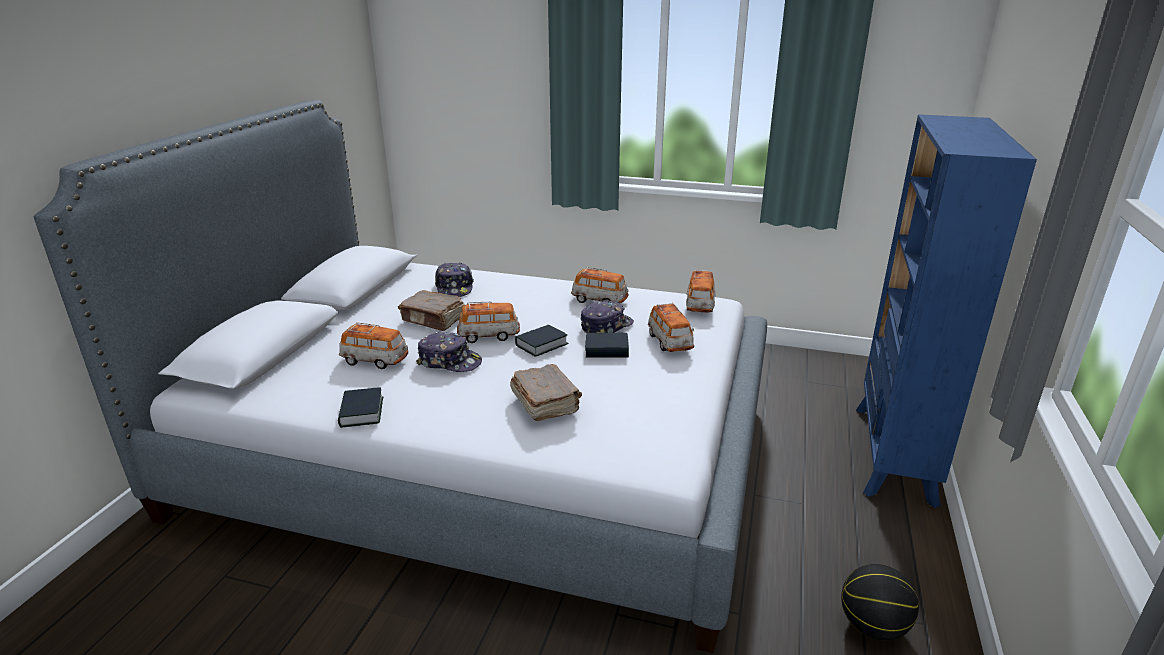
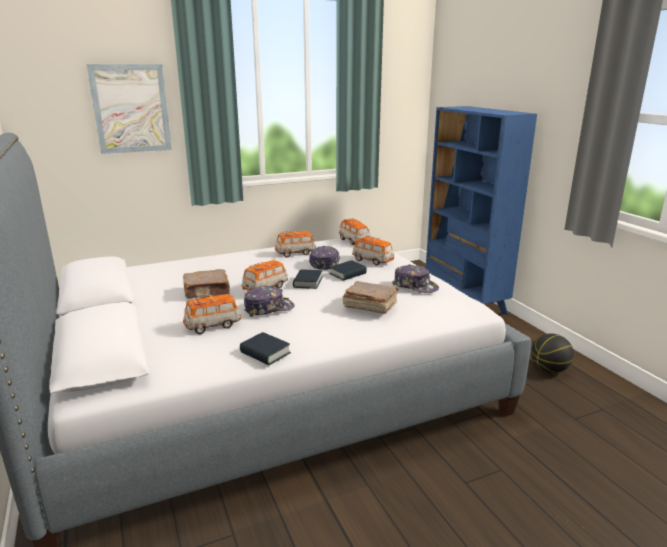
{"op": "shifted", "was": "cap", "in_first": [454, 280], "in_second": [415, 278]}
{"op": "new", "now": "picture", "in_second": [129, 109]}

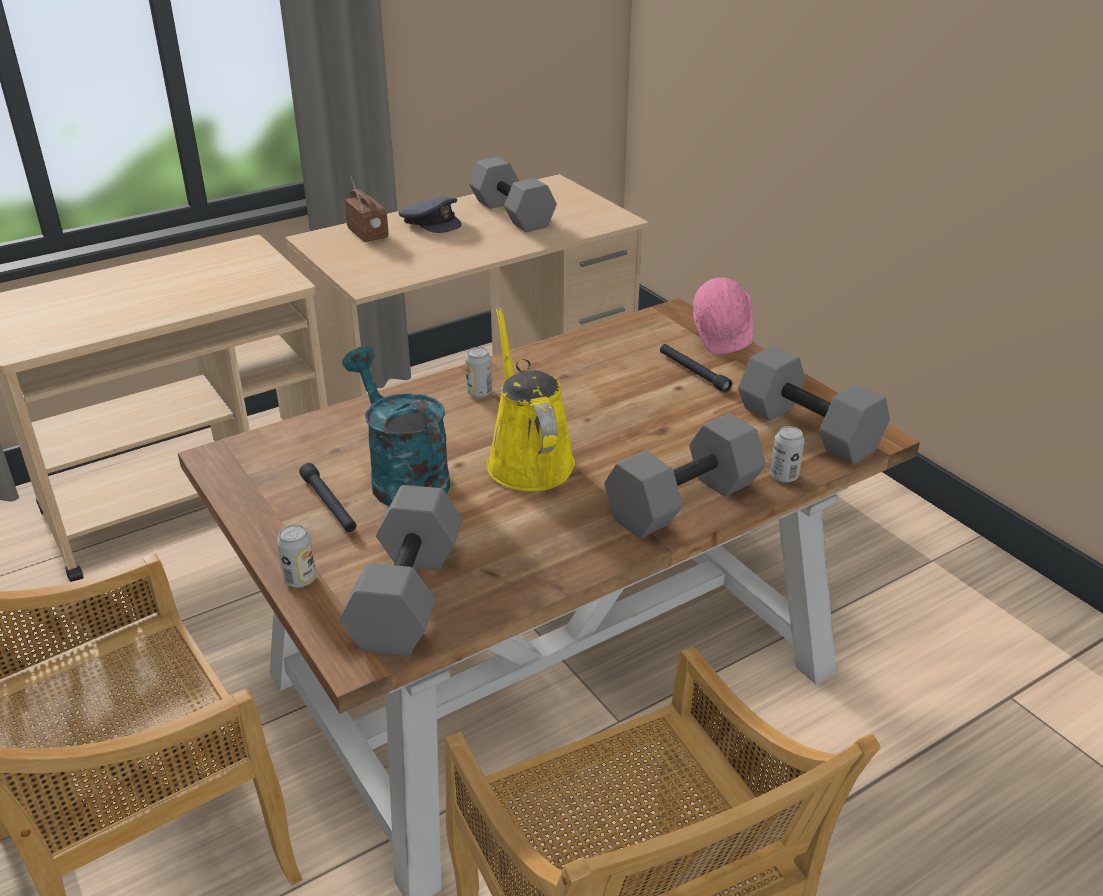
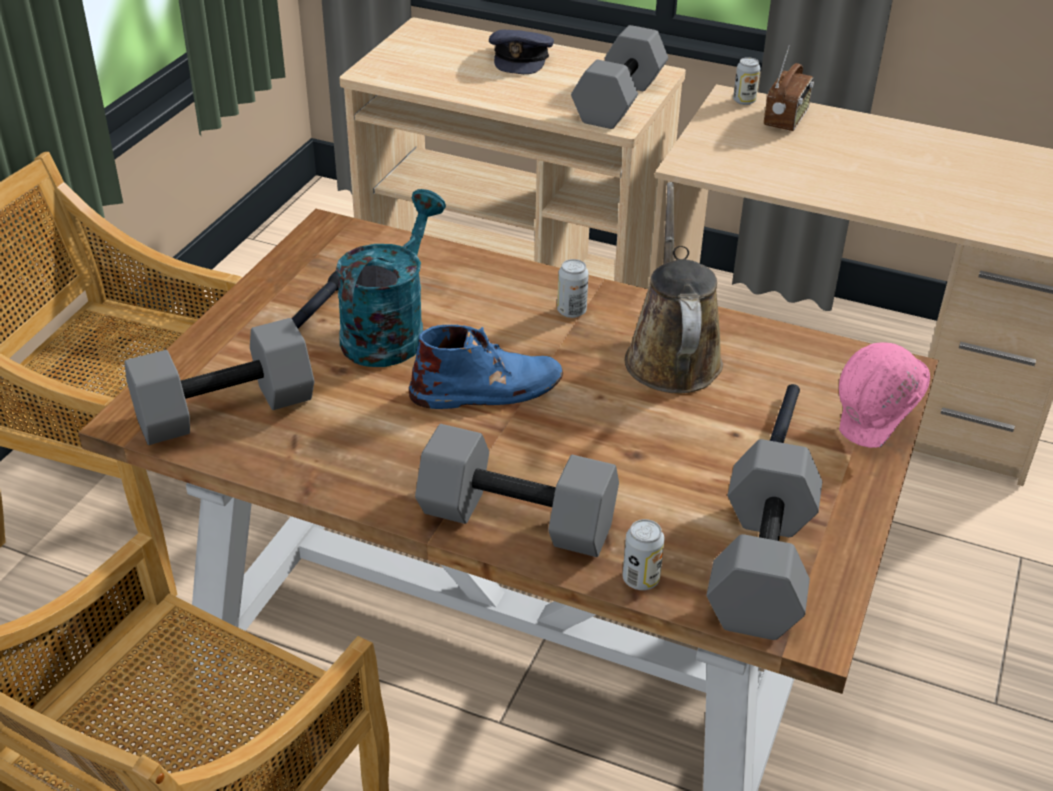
{"op": "shifted", "was": "metal can", "in_first": [296, 556], "in_second": [746, 81]}
{"op": "shifted", "was": "cap (gray)", "in_first": [430, 215], "in_second": [521, 52]}
{"op": "shifted", "was": "dumbbell (gray)", "in_first": [513, 194], "in_second": [619, 77]}
{"op": "swapped", "was": "watering pot (yellowish)", "now": "tall boot (blue)", "in_first": [531, 399], "in_second": [486, 367]}
{"op": "new", "now": "watering pot (brown)", "in_second": [674, 287]}

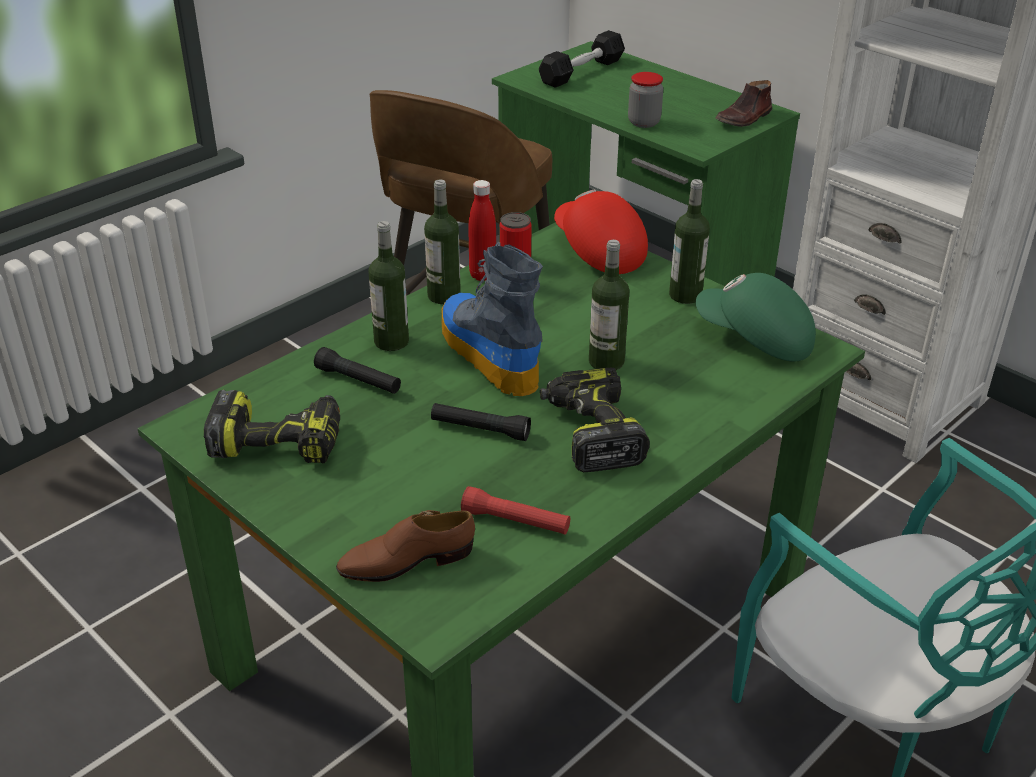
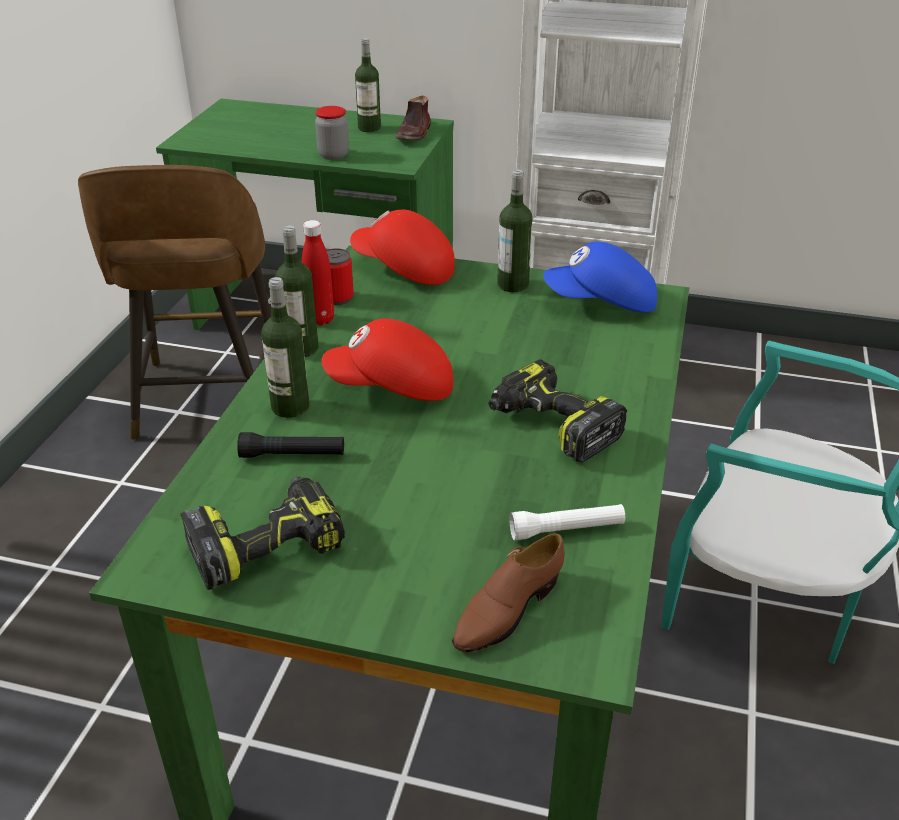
{"op": "gone", "was": "hand torch (black-coloured)", "in_first": [481, 422]}
{"op": "swapped", "was": "tall boot", "now": "cap (red-coloured)", "in_first": [492, 319], "in_second": [388, 359]}
{"op": "repainted", "was": "hand torch (red-coloured)", "now": "hand torch (white)", "in_first": [515, 510], "in_second": [567, 522]}
{"op": "gone", "was": "dumbbell (black-coloured)", "in_first": [582, 59]}
{"op": "shifted", "was": "beverage bottle", "in_first": [609, 305], "in_second": [368, 85]}
{"op": "repainted", "was": "cap (green-coloured)", "now": "cap (blue)", "in_first": [756, 317], "in_second": [600, 277]}

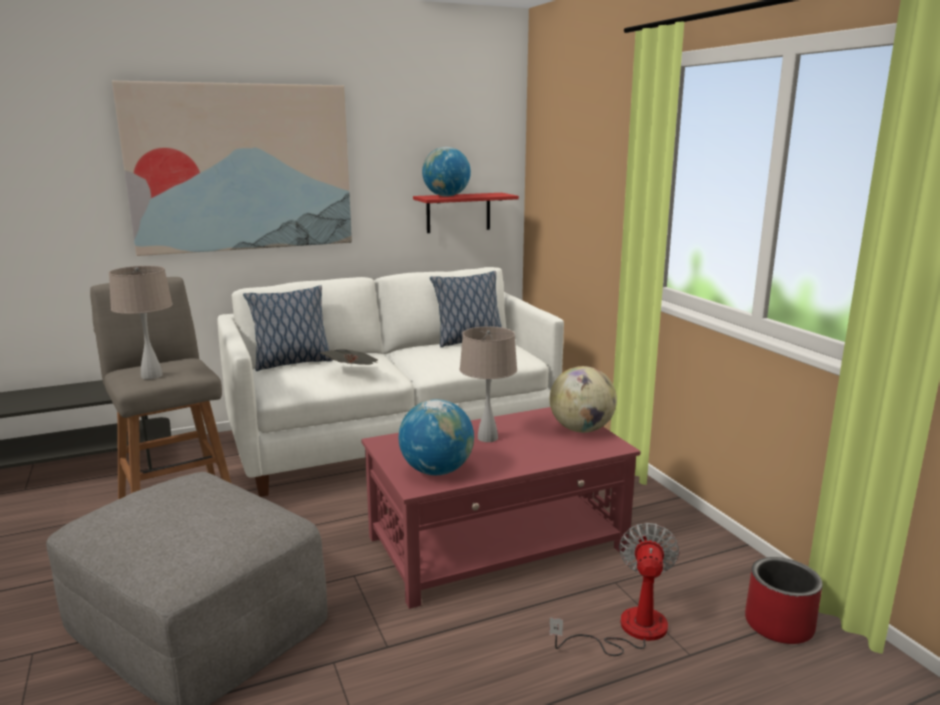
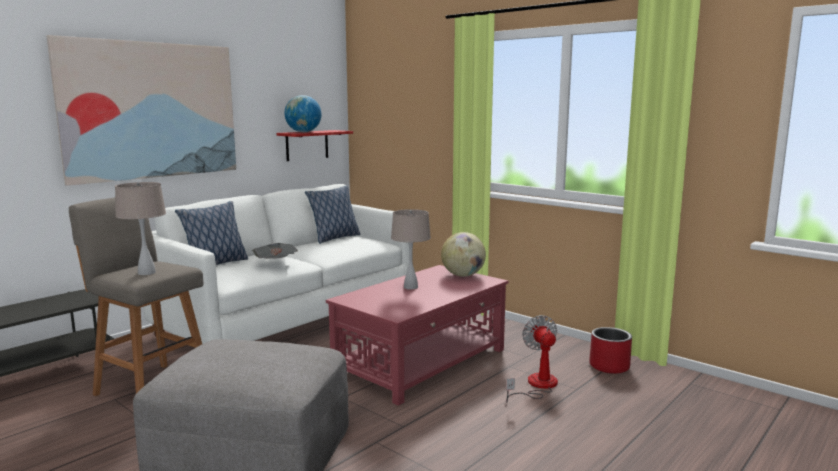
{"op": "gone", "was": "desk globe", "in_first": [436, 437]}

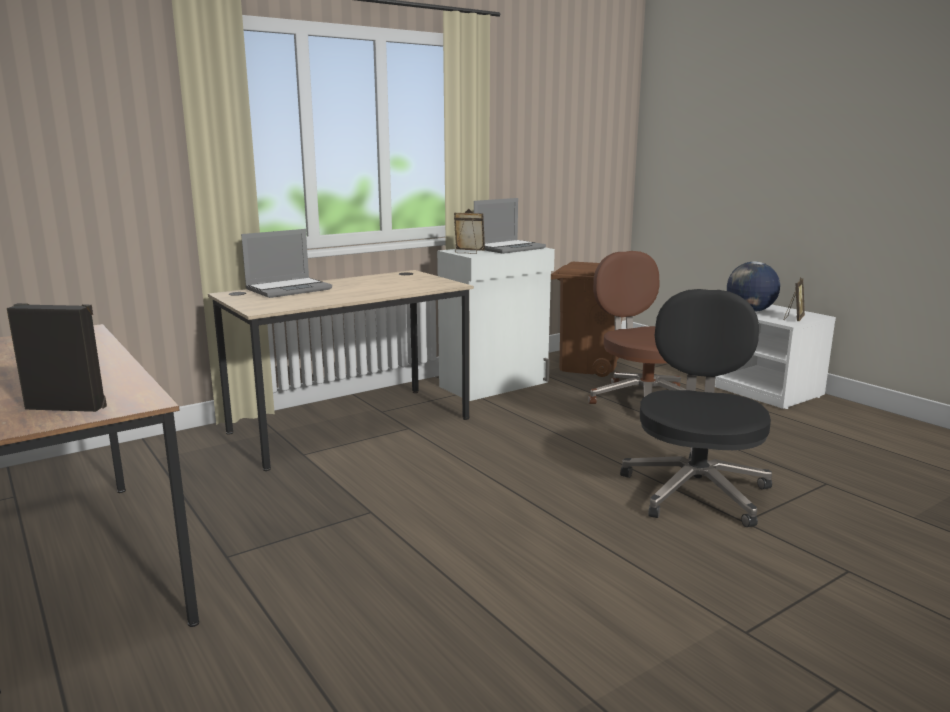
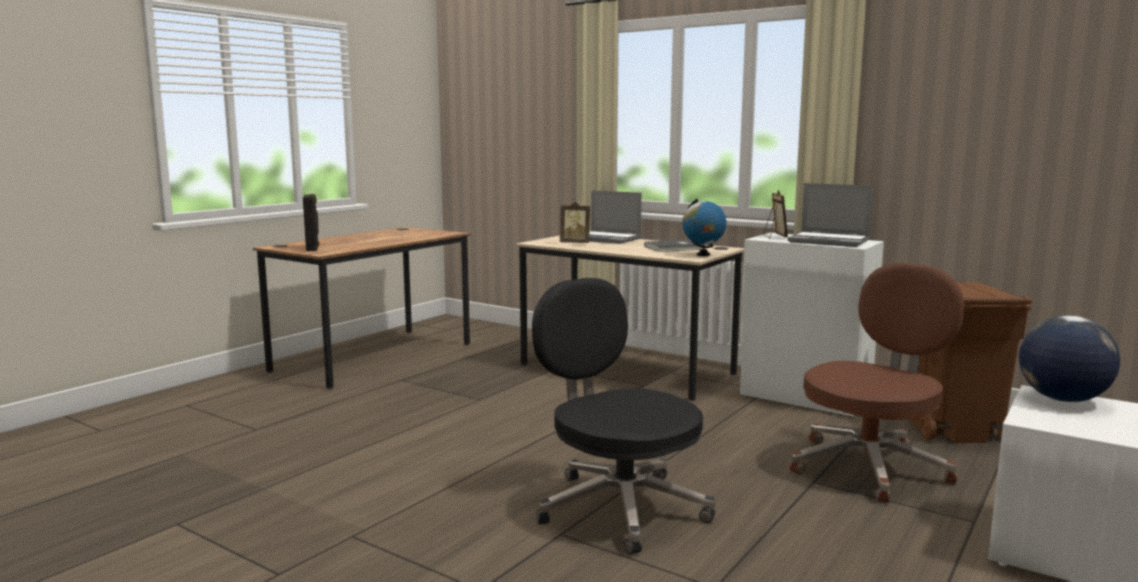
{"op": "rotated", "was": "desk chair (black-coloured)", "in_first": [696, 408], "in_second": [624, 416], "clockwise": -120}
{"op": "shifted", "was": "photo frame", "in_first": [794, 299], "in_second": [575, 222]}
{"op": "new", "now": "volume (gray)", "in_second": [673, 246]}
{"op": "new", "now": "desk globe", "in_second": [704, 227]}

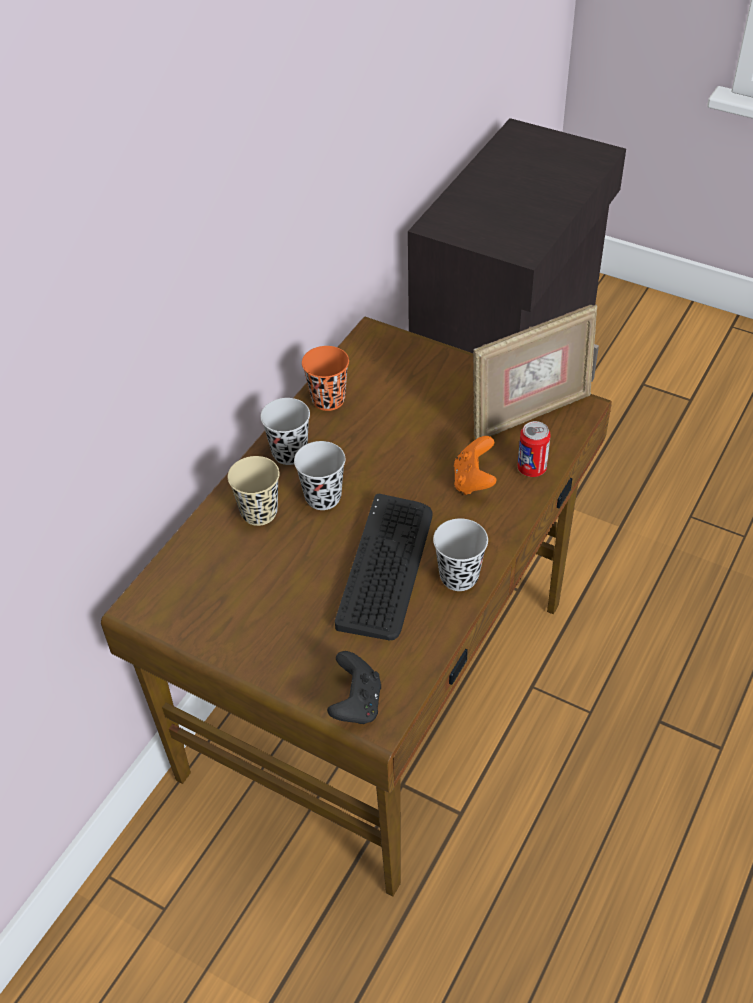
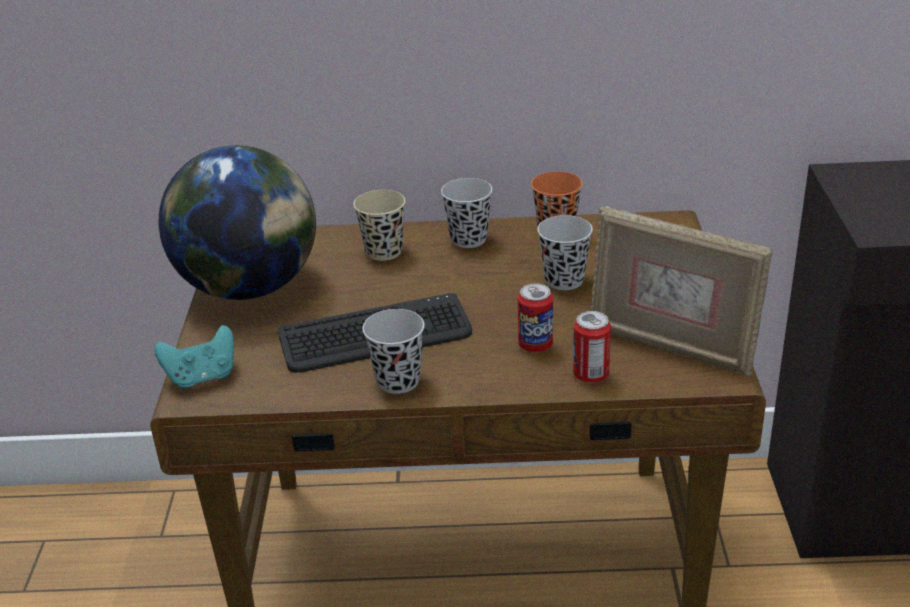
{"op": "shifted", "was": "cup (black-coloured)", "in_first": [319, 475], "in_second": [565, 252]}
{"op": "repainted", "was": "gamepad (black-coloured)", "now": "gamepad (turquoise)", "in_first": [354, 687], "in_second": [194, 357]}
{"op": "swapped", "was": "gamepad (orangey)", "now": "metal can", "in_first": [475, 465], "in_second": [535, 318]}
{"op": "new", "now": "desk globe", "in_second": [237, 222]}

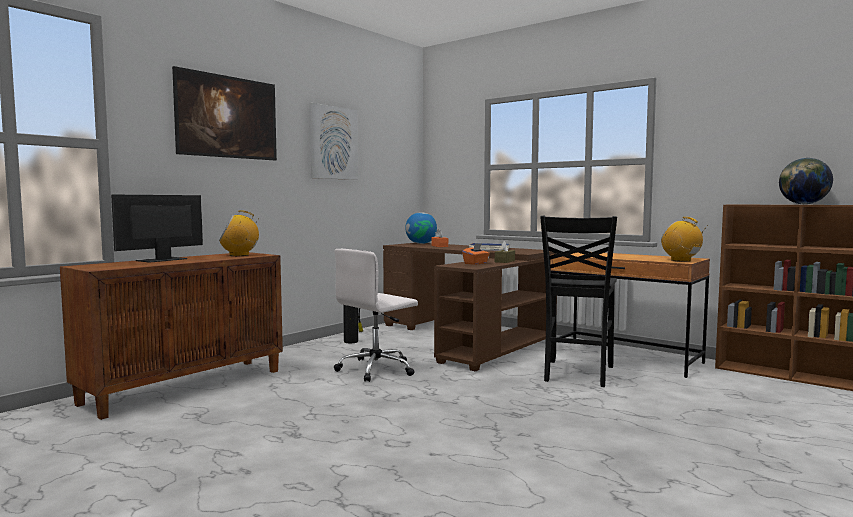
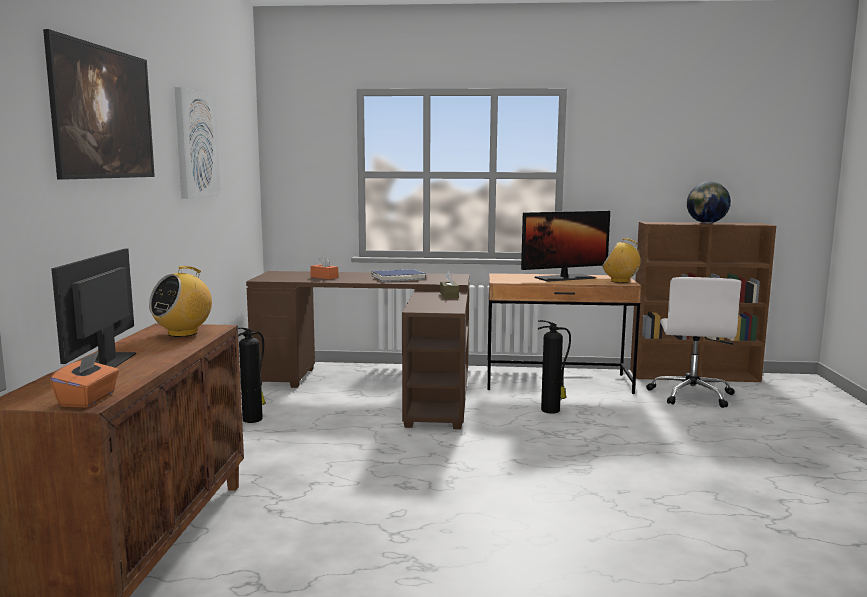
{"op": "shifted", "was": "desk chair (white)", "in_first": [376, 315], "in_second": [693, 342]}
{"op": "gone", "was": "desk globe", "in_first": [421, 228]}
{"op": "shifted", "was": "tissue holder (orangey)", "in_first": [476, 254], "in_second": [84, 379]}
{"op": "swapped", "was": "plain chair (black-coloured)", "now": "extinguisher", "in_first": [578, 301], "in_second": [554, 367]}
{"op": "new", "now": "monitor", "in_second": [565, 246]}

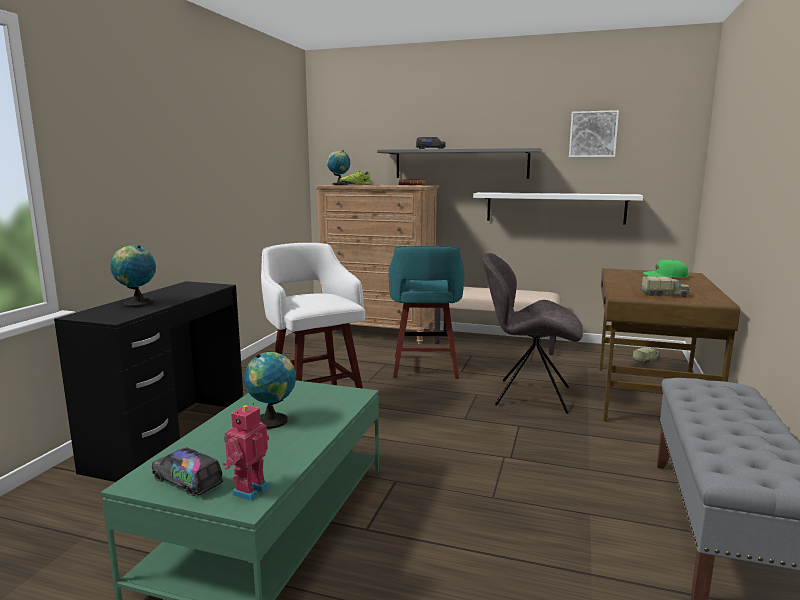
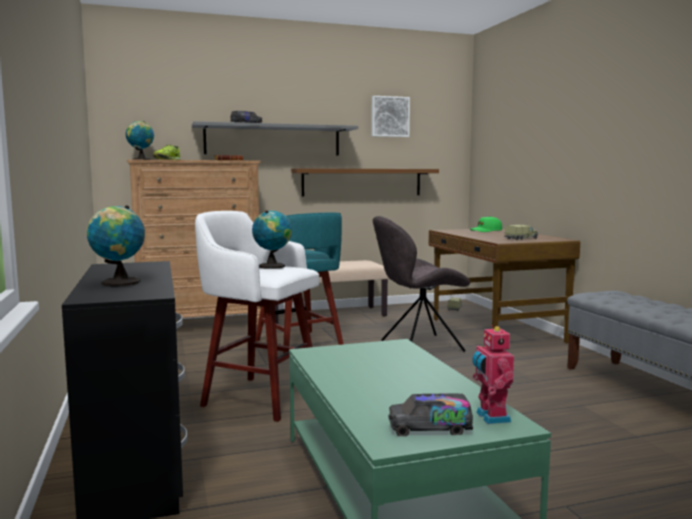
{"op": "shifted", "was": "desk globe", "in_first": [270, 390], "in_second": [272, 239]}
{"op": "repainted", "was": "bracket shelf (white)", "now": "bracket shelf (brown)", "in_first": [558, 208], "in_second": [365, 182]}

